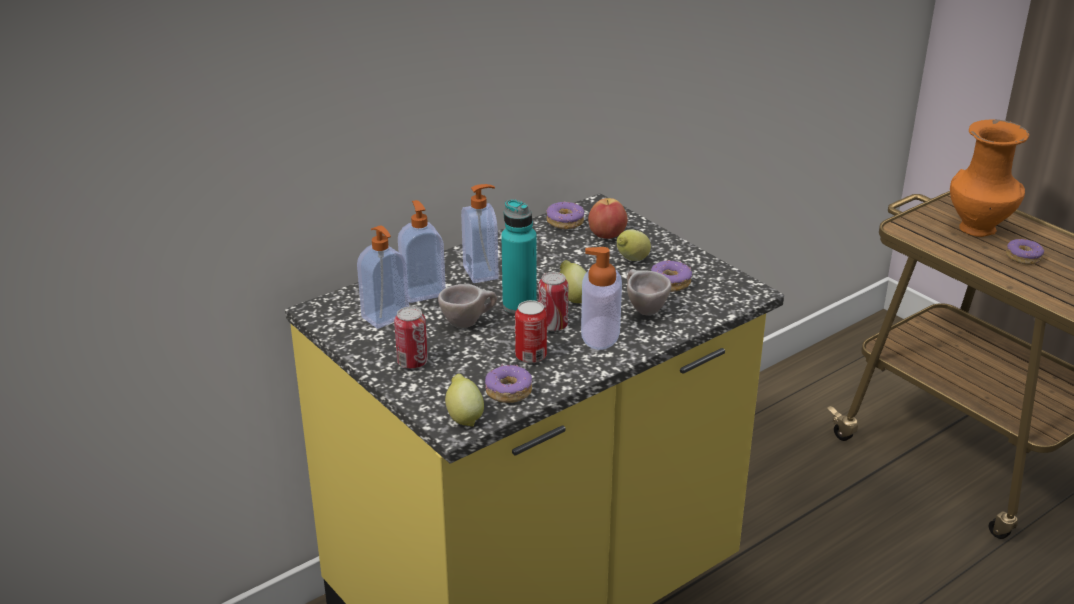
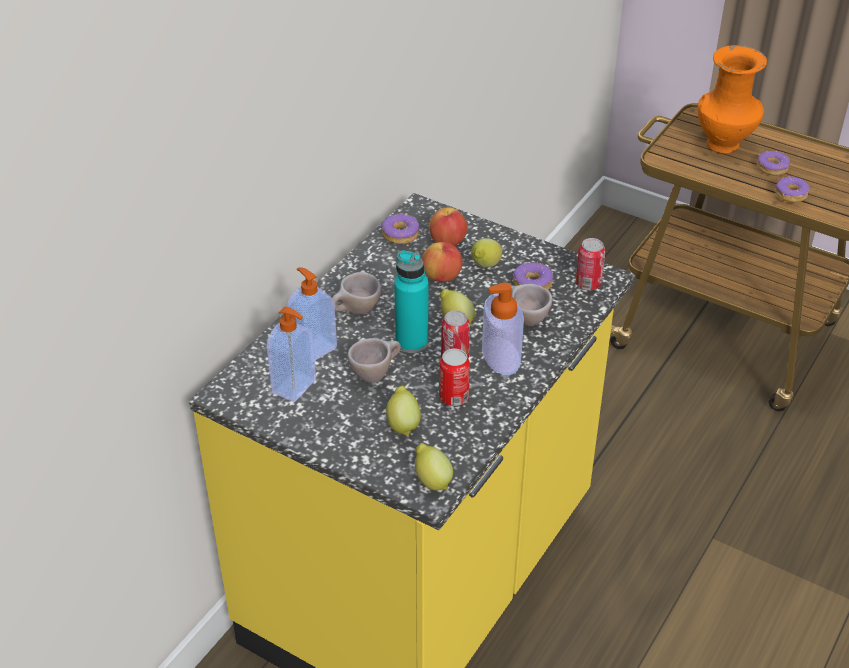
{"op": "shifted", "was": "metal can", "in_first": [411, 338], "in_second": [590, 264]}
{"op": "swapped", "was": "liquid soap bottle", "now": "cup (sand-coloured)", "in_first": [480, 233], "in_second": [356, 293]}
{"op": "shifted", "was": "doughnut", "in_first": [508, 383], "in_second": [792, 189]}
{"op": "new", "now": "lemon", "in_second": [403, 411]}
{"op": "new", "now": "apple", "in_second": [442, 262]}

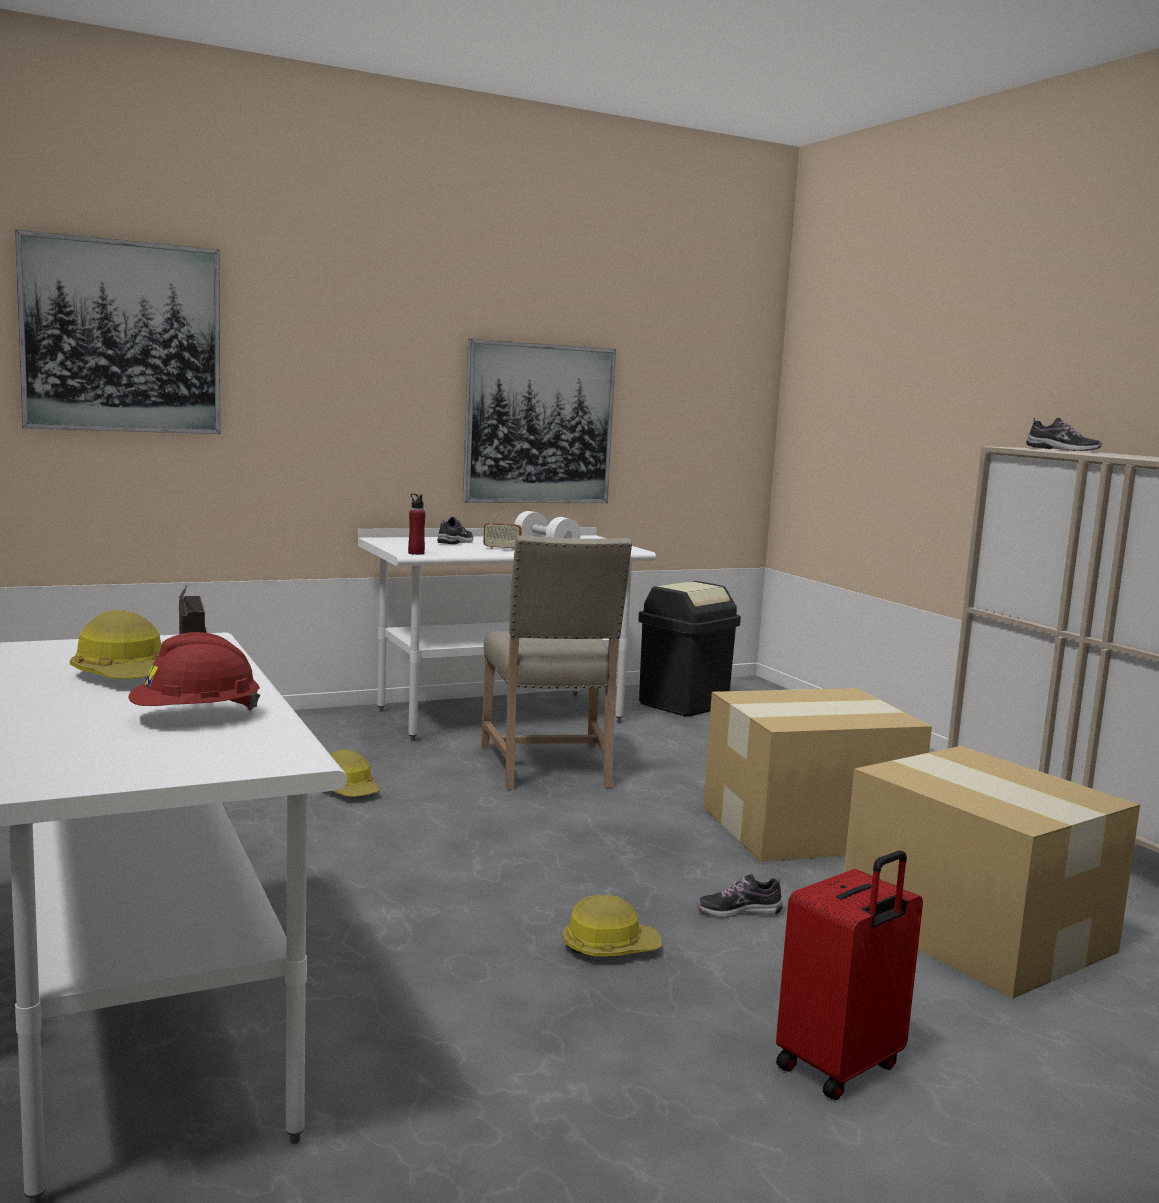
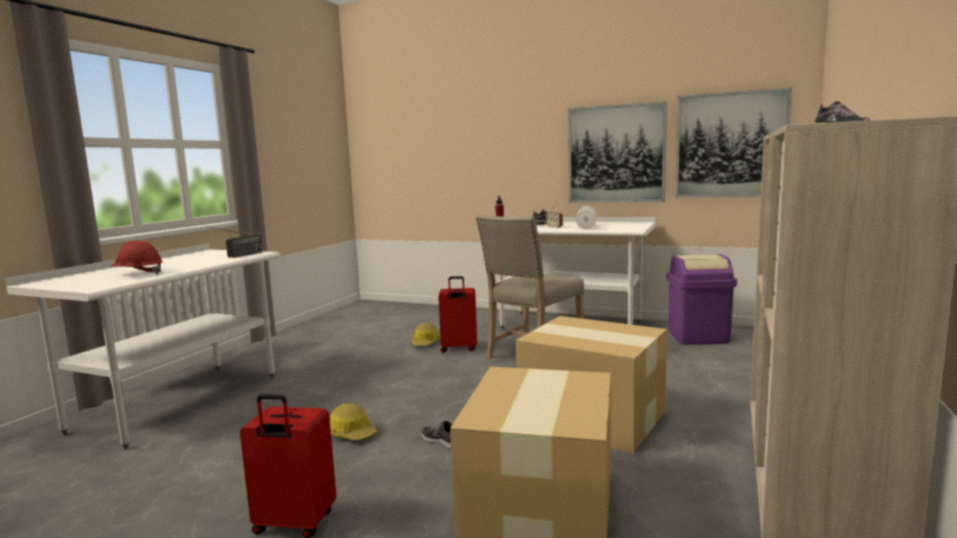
{"op": "shifted", "was": "picture", "in_first": [117, 331], "in_second": [733, 142]}
{"op": "gone", "was": "work helmet", "in_first": [115, 644]}
{"op": "repainted", "was": "waste bin (black-coloured)", "now": "waste bin (purplish)", "in_first": [689, 648], "in_second": [701, 299]}
{"op": "new", "now": "travel case (red-coloured)", "in_second": [458, 314]}

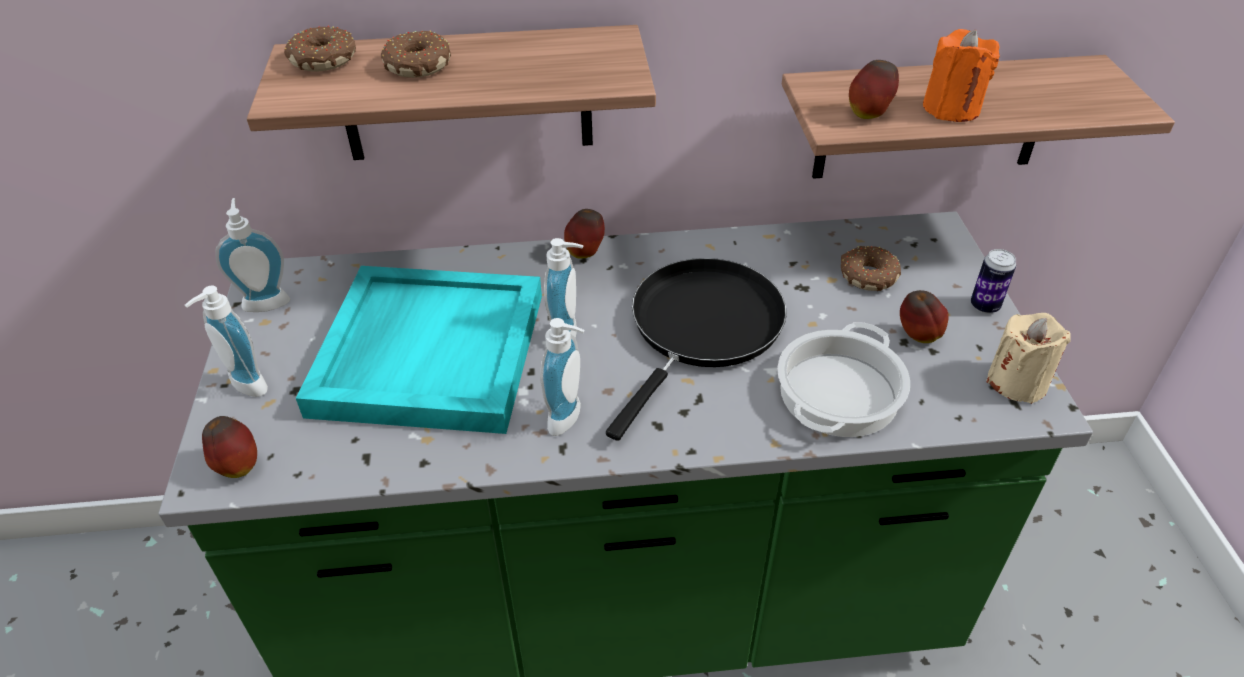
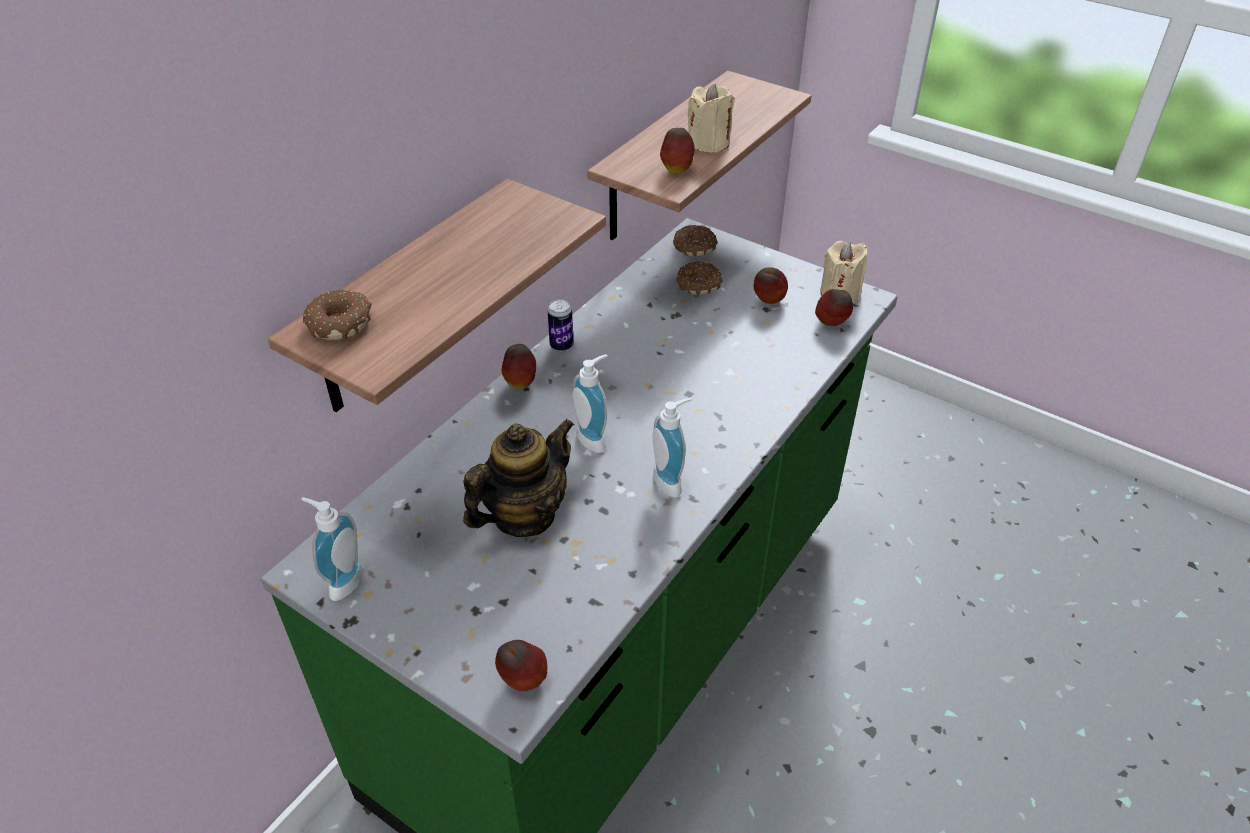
{"op": "gone", "was": "liquid soap bottle", "in_first": [226, 341]}
{"op": "swapped", "was": "carrying tray (turquoise)", "now": "teapot", "in_first": [419, 350], "in_second": [518, 478]}
{"op": "shifted", "was": "doughnut", "in_first": [416, 54], "in_second": [695, 241]}
{"op": "gone", "was": "frying pan (black-coloured)", "in_first": [696, 349]}
{"op": "gone", "was": "stockpot", "in_first": [843, 379]}
{"op": "repainted", "was": "wax light (orangey)", "now": "wax light (sand-coloured)", "in_first": [961, 75], "in_second": [711, 118]}
{"op": "shifted", "was": "metal can", "in_first": [993, 281], "in_second": [560, 325]}
{"op": "new", "now": "apple", "in_second": [834, 307]}

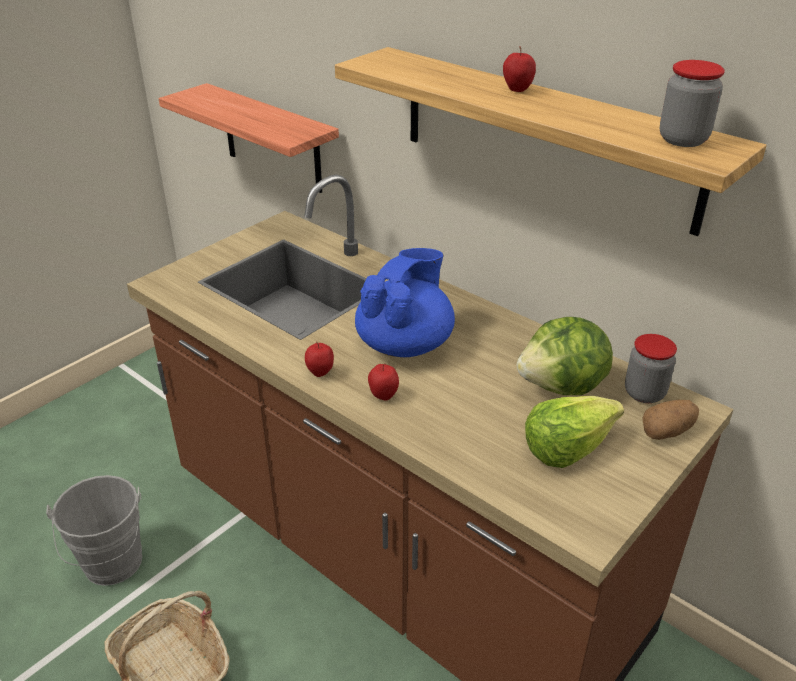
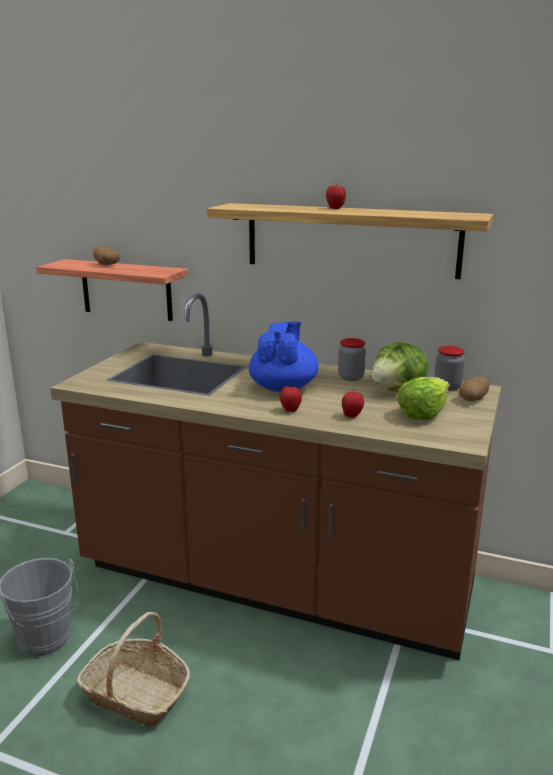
{"op": "shifted", "was": "apple", "in_first": [319, 359], "in_second": [353, 403]}
{"op": "shifted", "was": "preserve jar", "in_first": [692, 103], "in_second": [352, 359]}
{"op": "new", "now": "spud", "in_second": [106, 256]}

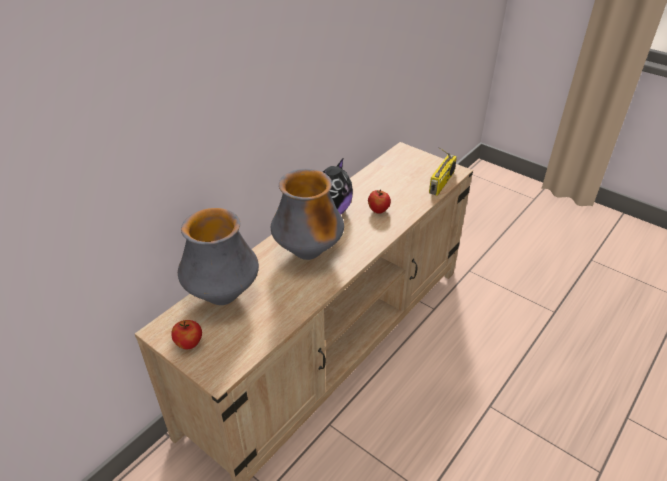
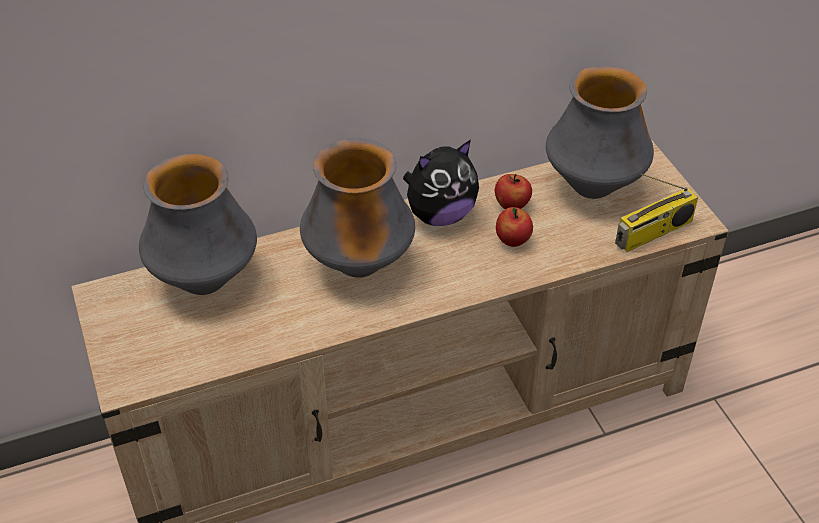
{"op": "shifted", "was": "apple", "in_first": [186, 334], "in_second": [513, 191]}
{"op": "new", "now": "decorative vase", "in_second": [600, 132]}

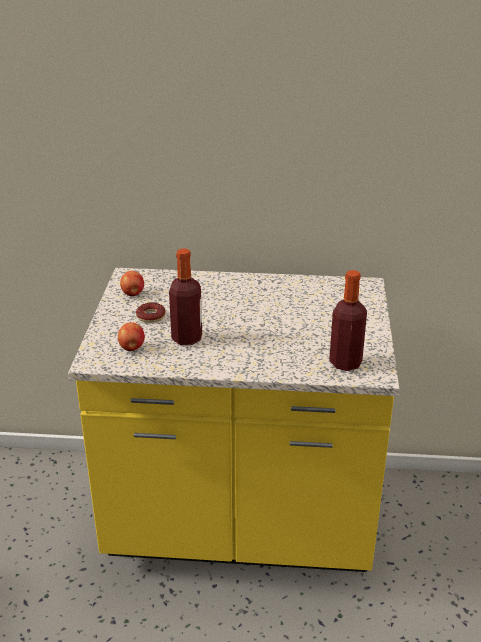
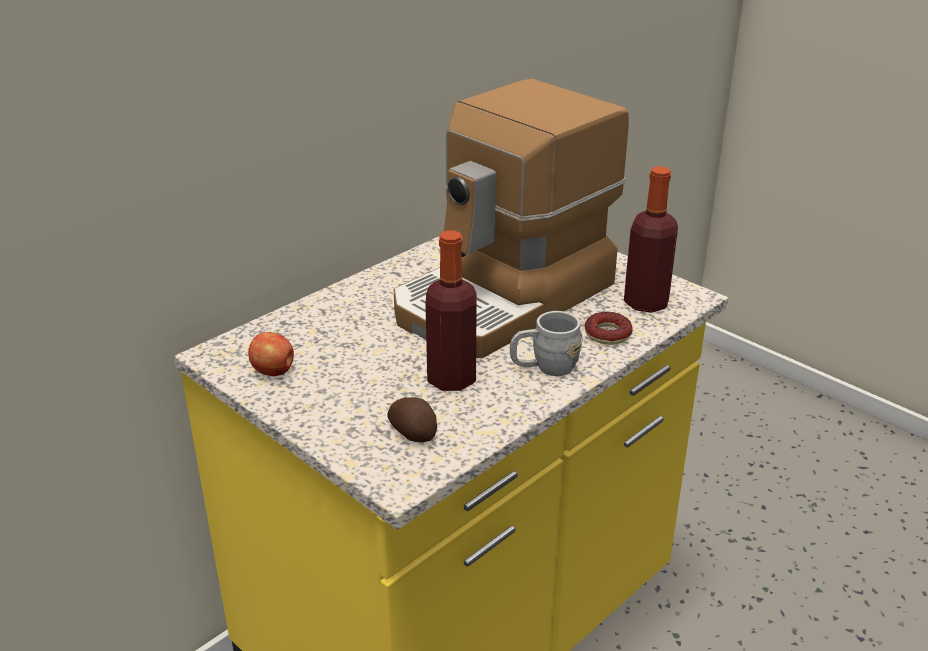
{"op": "swapped", "was": "apple", "now": "spud", "in_first": [131, 336], "in_second": [412, 419]}
{"op": "shifted", "was": "doughnut", "in_first": [151, 312], "in_second": [609, 328]}
{"op": "new", "now": "coffee machine", "in_second": [511, 218]}
{"op": "new", "now": "coffee mug (gray)", "in_second": [546, 343]}

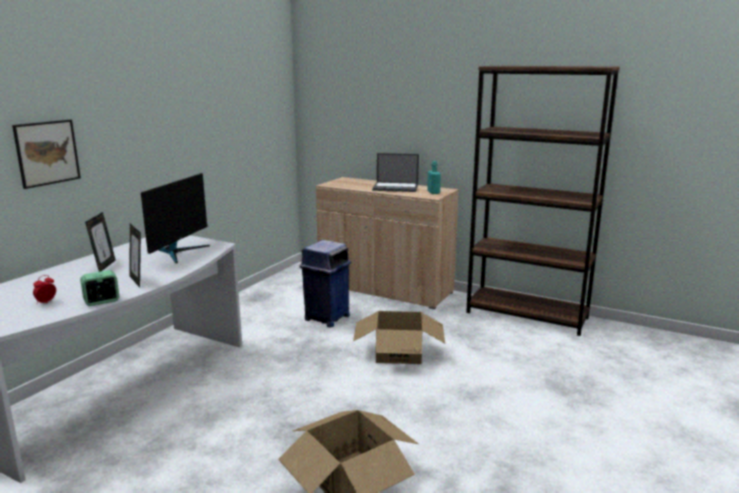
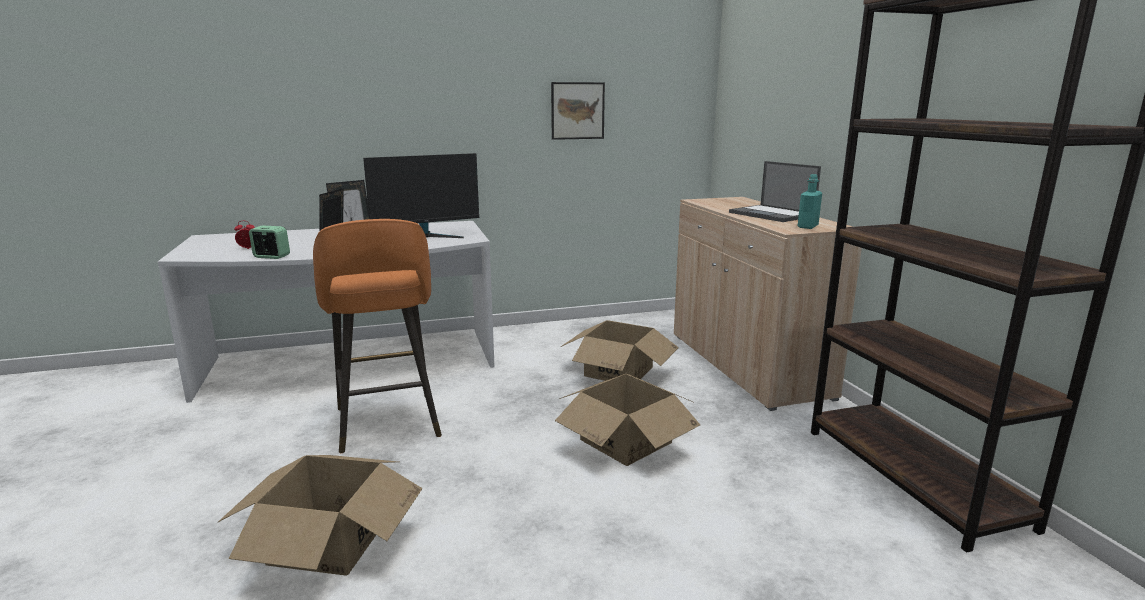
{"op": "shifted", "was": "picture", "in_first": [46, 154], "in_second": [578, 111]}
{"op": "swapped", "was": "waste bin (blue)", "now": "carton", "in_first": [325, 283], "in_second": [620, 350]}
{"op": "new", "now": "stool (orangey)", "in_second": [377, 336]}

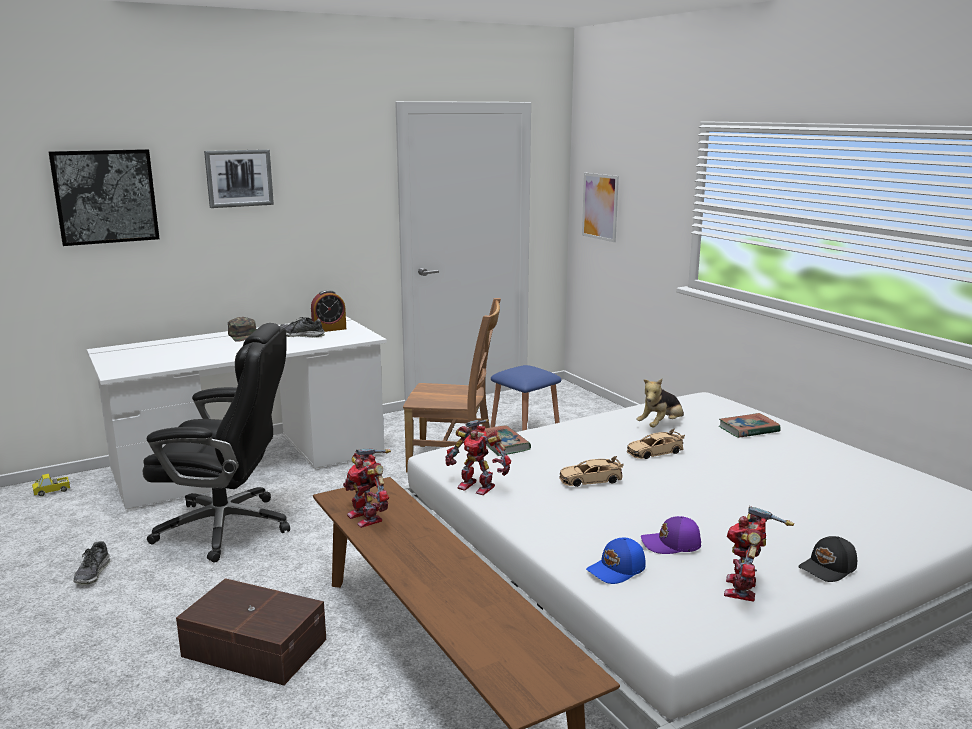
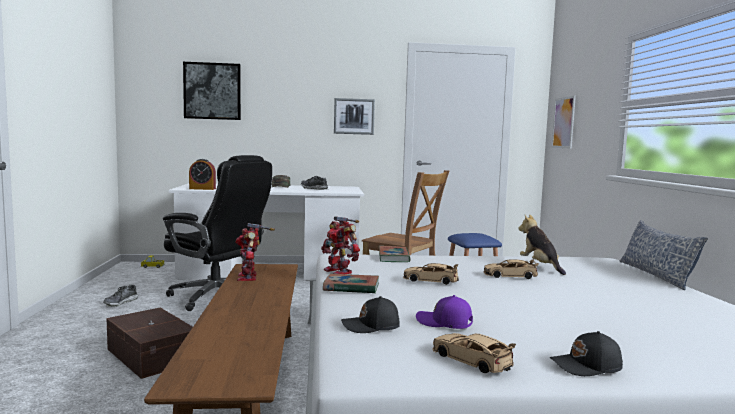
{"op": "shifted", "was": "picture", "in_first": [239, 178], "in_second": [354, 116]}
{"op": "shifted", "was": "alarm clock", "in_first": [328, 311], "in_second": [202, 174]}
{"op": "repainted", "was": "cap (blue)", "now": "cap (black-coloured)", "in_first": [616, 561], "in_second": [370, 314]}
{"op": "rotated", "was": "plush toy", "in_first": [660, 403], "in_second": [542, 244], "clockwise": 90}
{"op": "shifted", "was": "volume", "in_first": [750, 425], "in_second": [351, 284]}
{"op": "swapped", "was": "model robot", "now": "miniature car (sand-coloured)", "in_first": [759, 554], "in_second": [474, 353]}
{"op": "new", "now": "cushion", "in_second": [663, 255]}

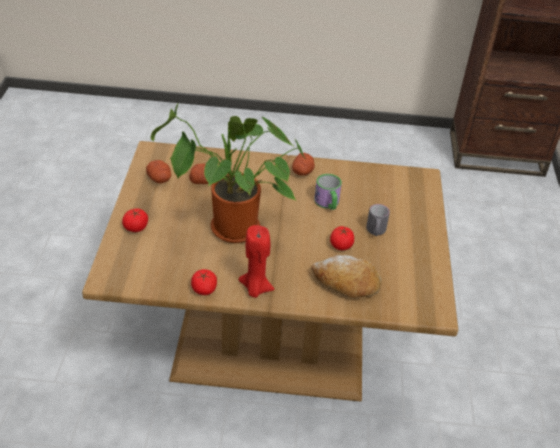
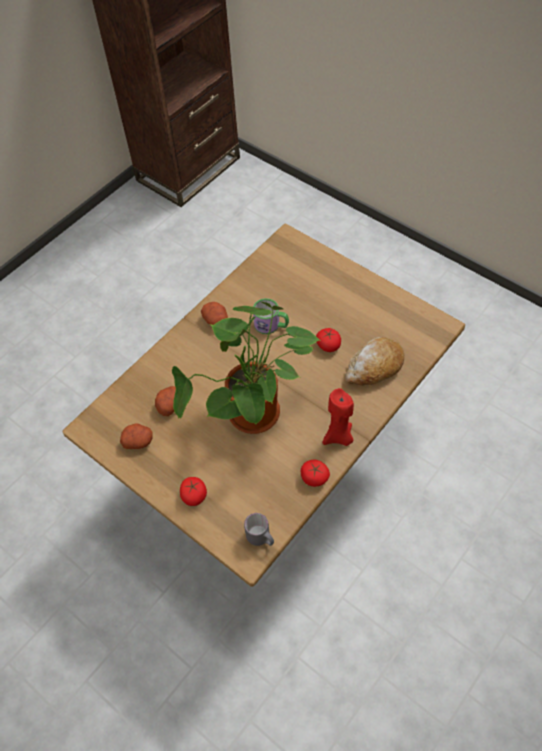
{"op": "shifted", "was": "coffee mug (gray)", "in_first": [378, 220], "in_second": [259, 529]}

